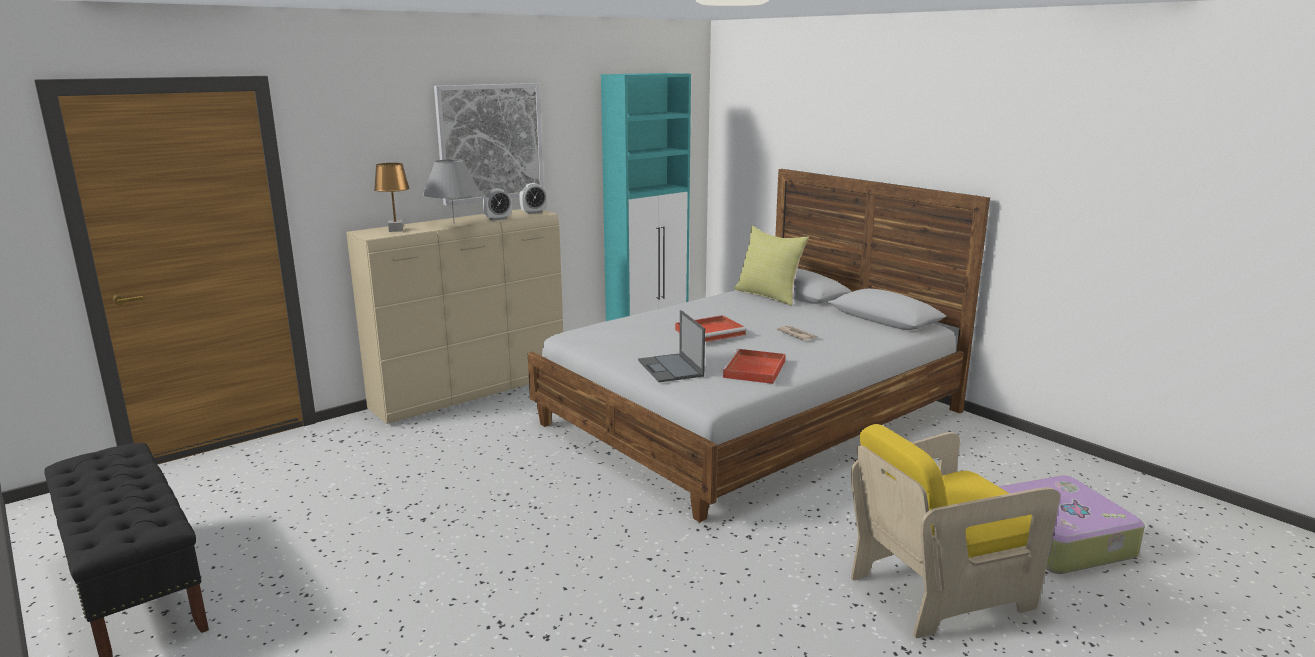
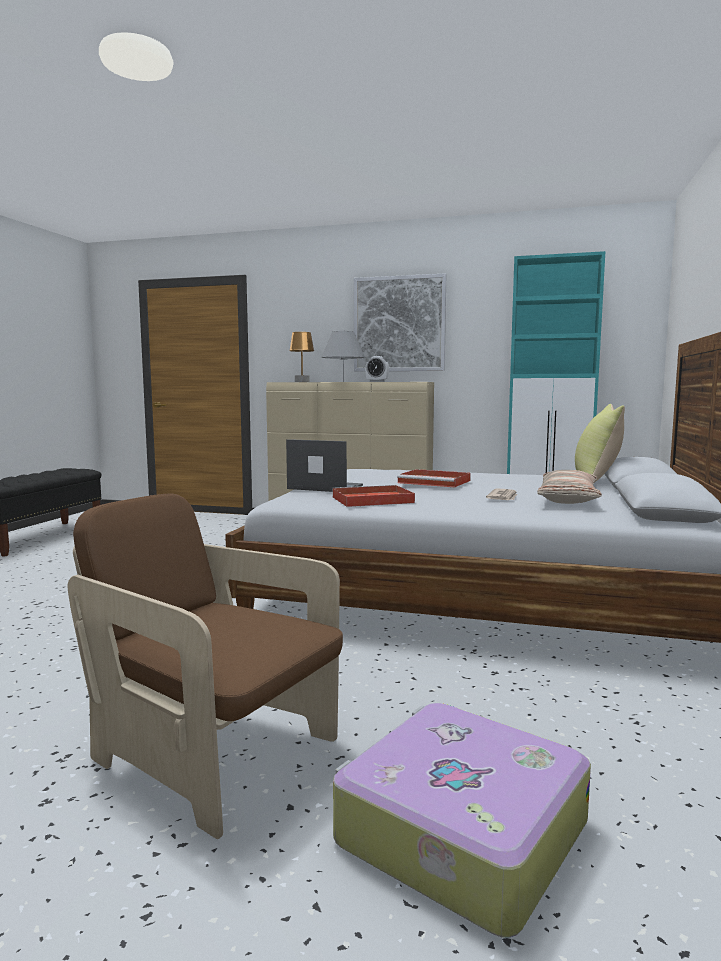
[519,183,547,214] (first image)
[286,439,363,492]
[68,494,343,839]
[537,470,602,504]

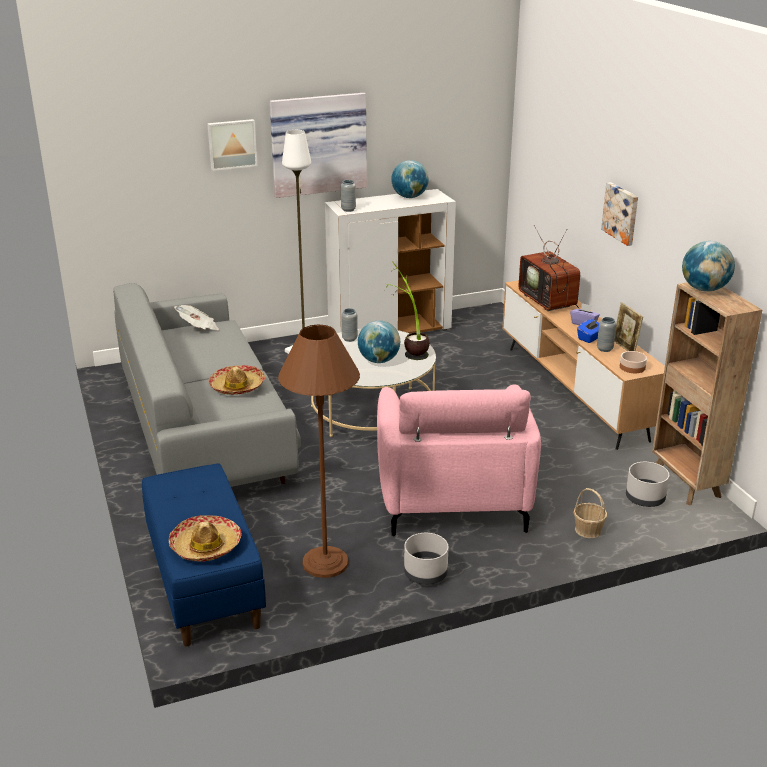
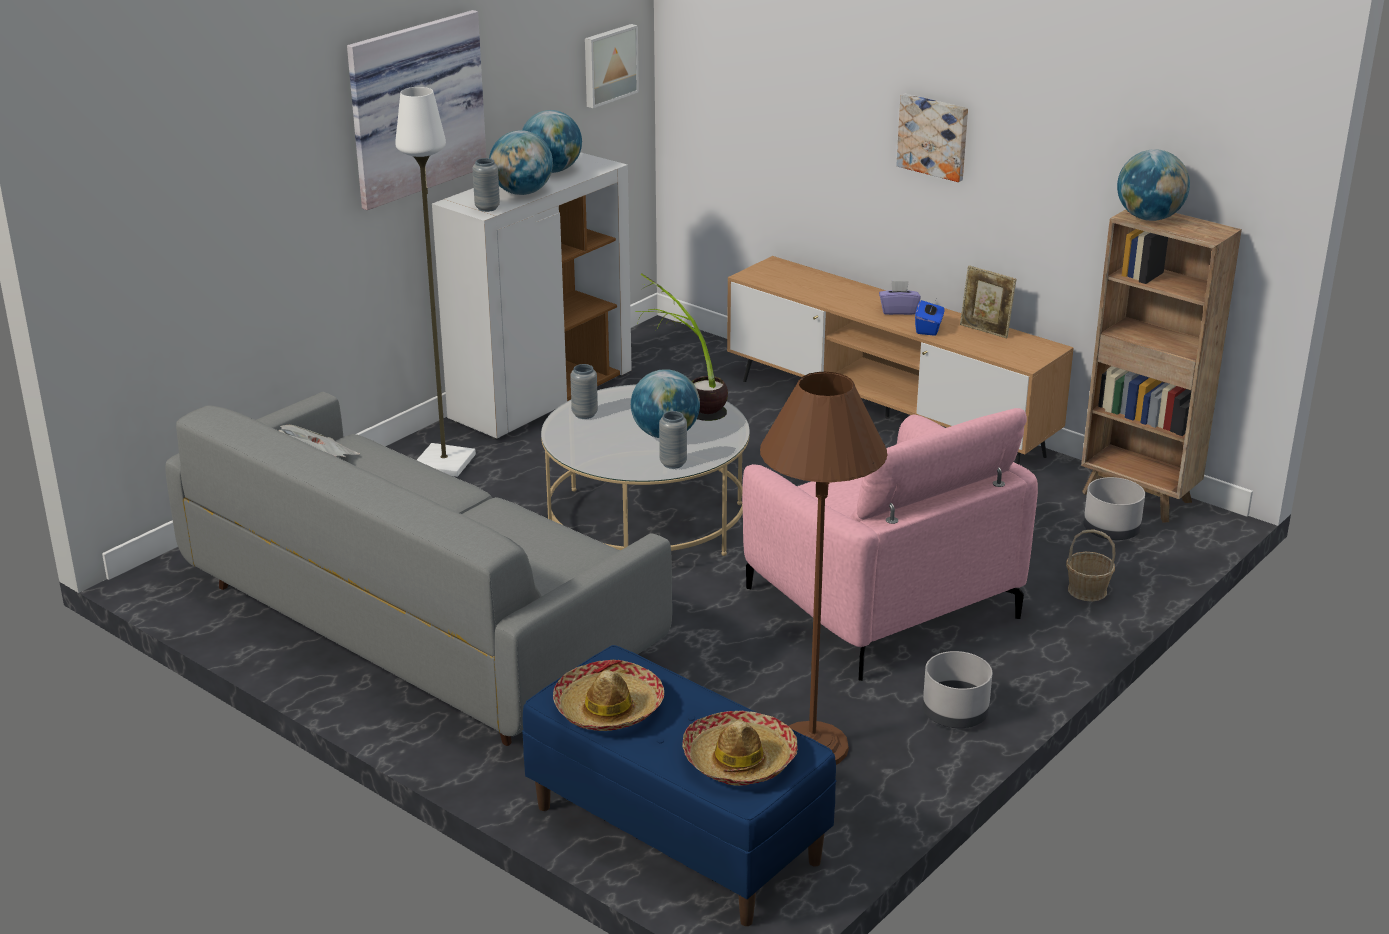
[585,24,639,108]
[553,660,664,731]
[518,225,580,311] (first image)
[659,411,687,469]
[620,351,647,373] (first image)
[489,130,553,195]

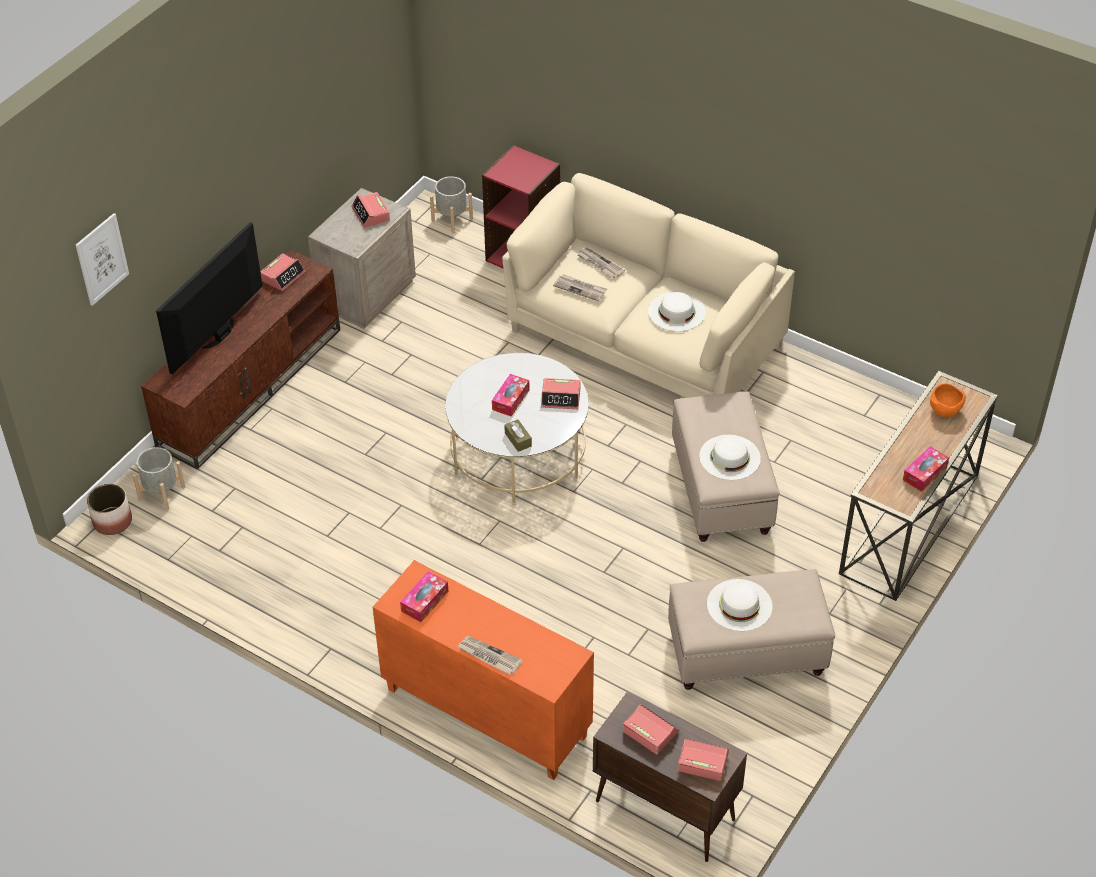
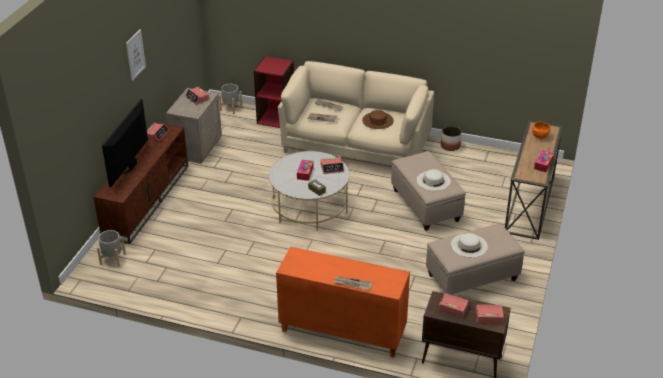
[126,29,146,81]
[441,126,462,151]
[400,571,449,622] (first image)
[362,110,394,129]

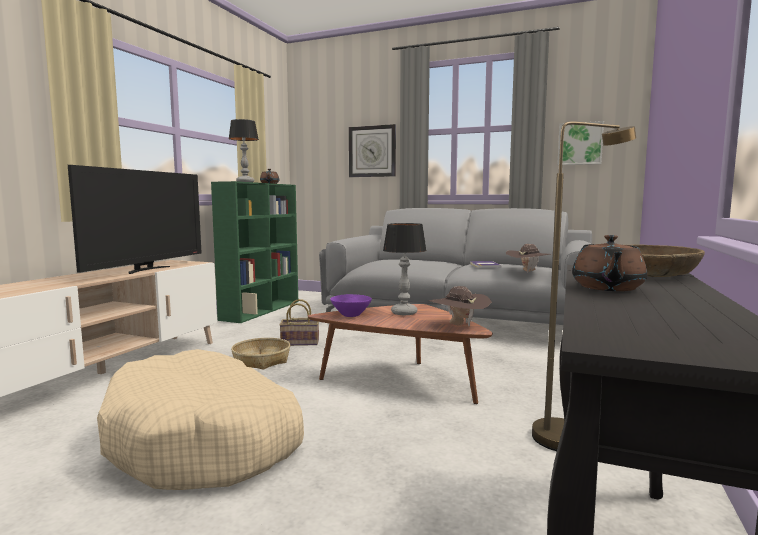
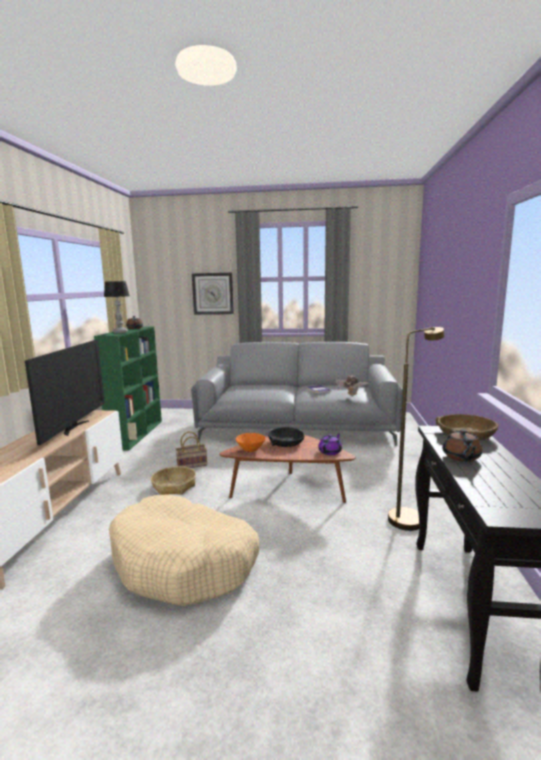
[236,433,266,452]
[268,427,305,447]
[318,433,342,455]
[557,121,604,165] (first image)

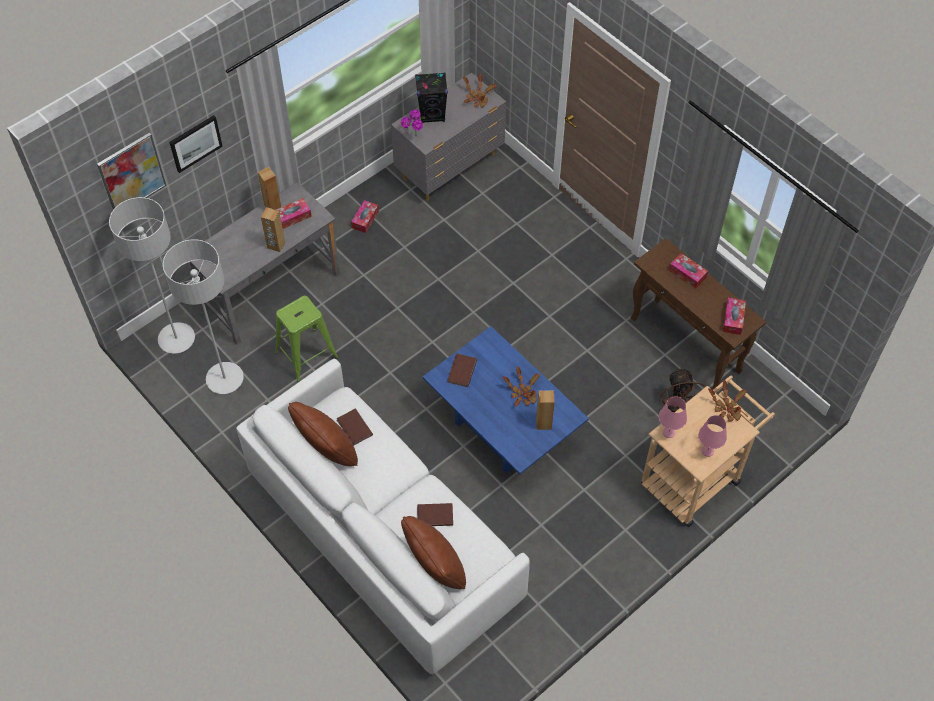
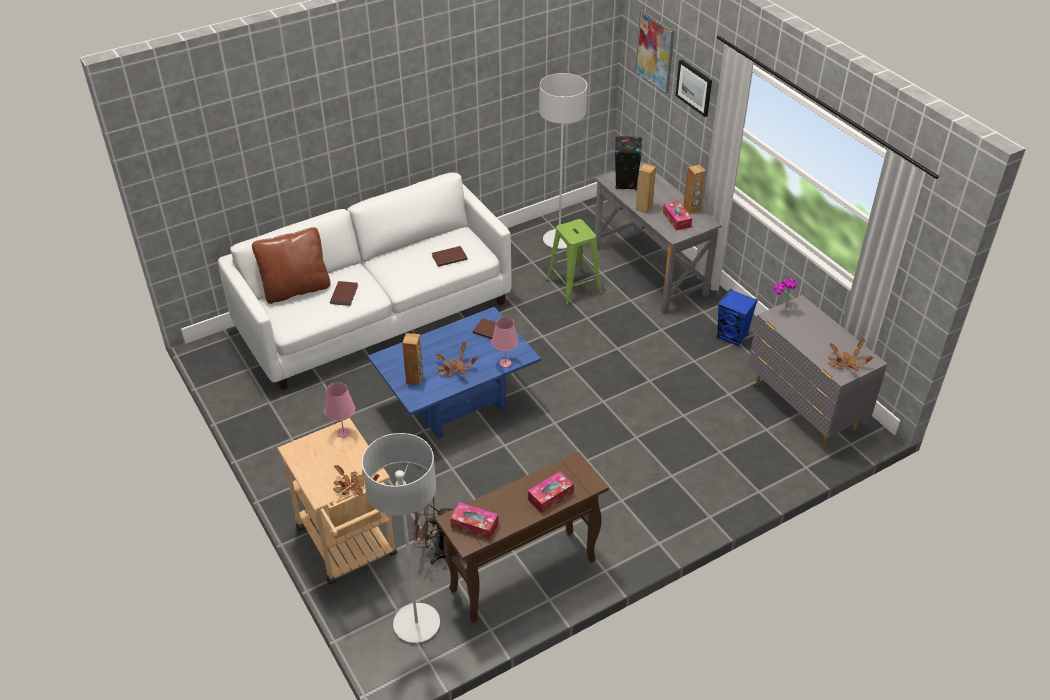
[362,433,440,643]
[288,402,358,466] (first image)
[717,289,758,347]
[615,135,642,190]
[492,317,519,368]

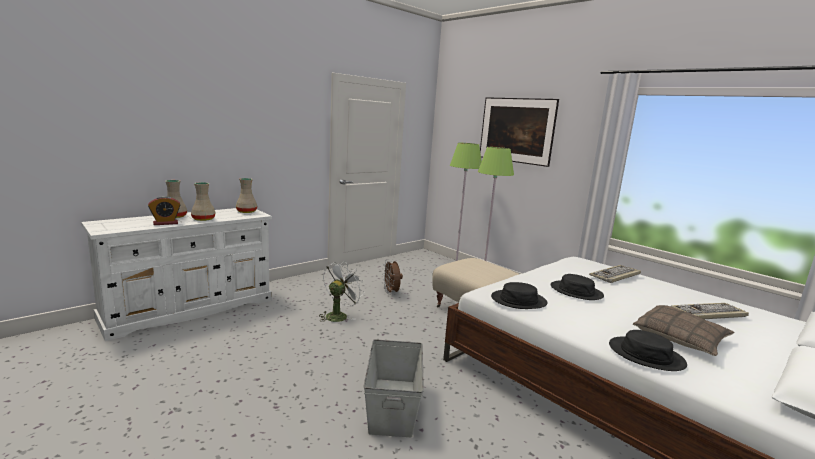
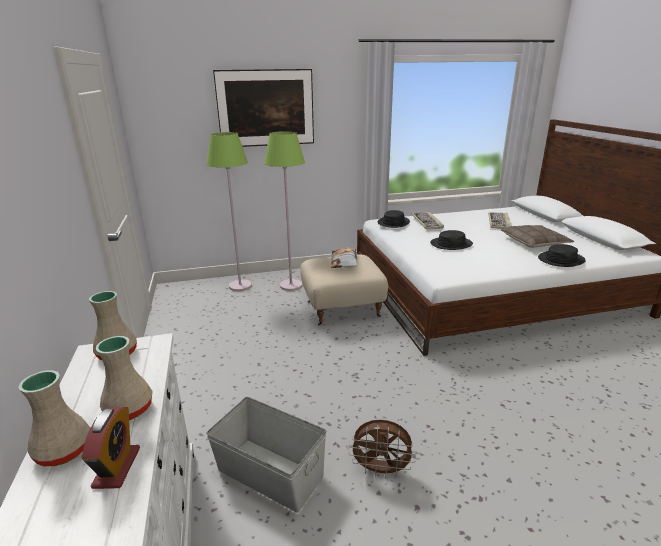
[320,262,365,322] (first image)
[206,397,326,512]
[349,420,416,479]
[378,210,410,228]
[331,248,357,268]

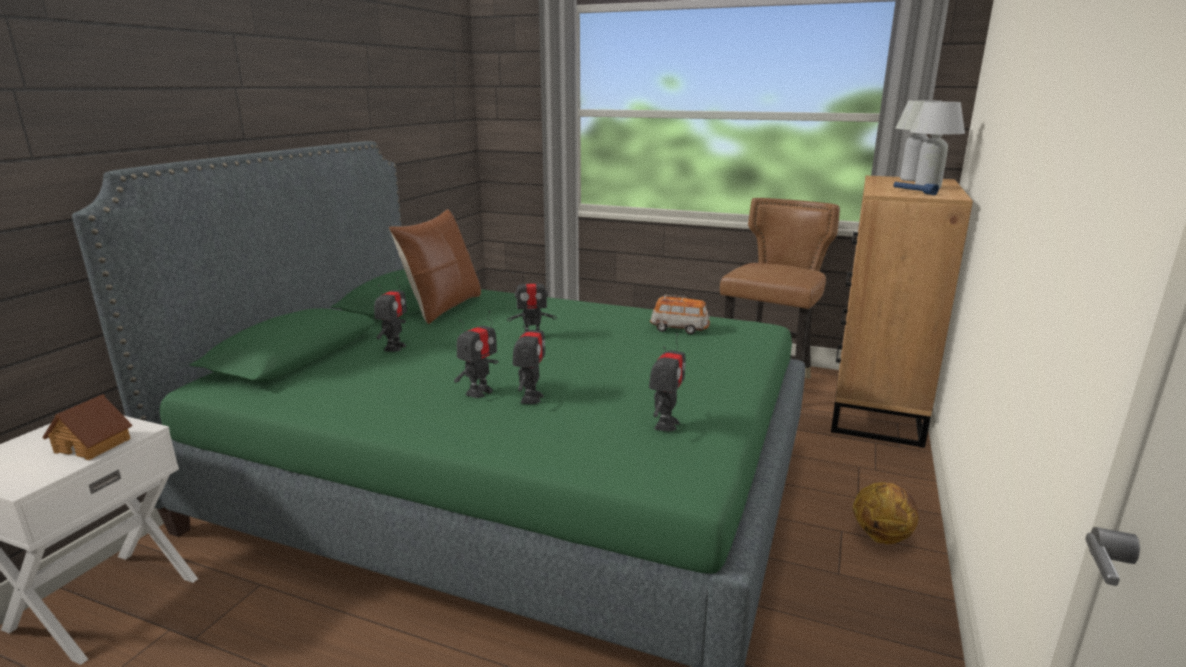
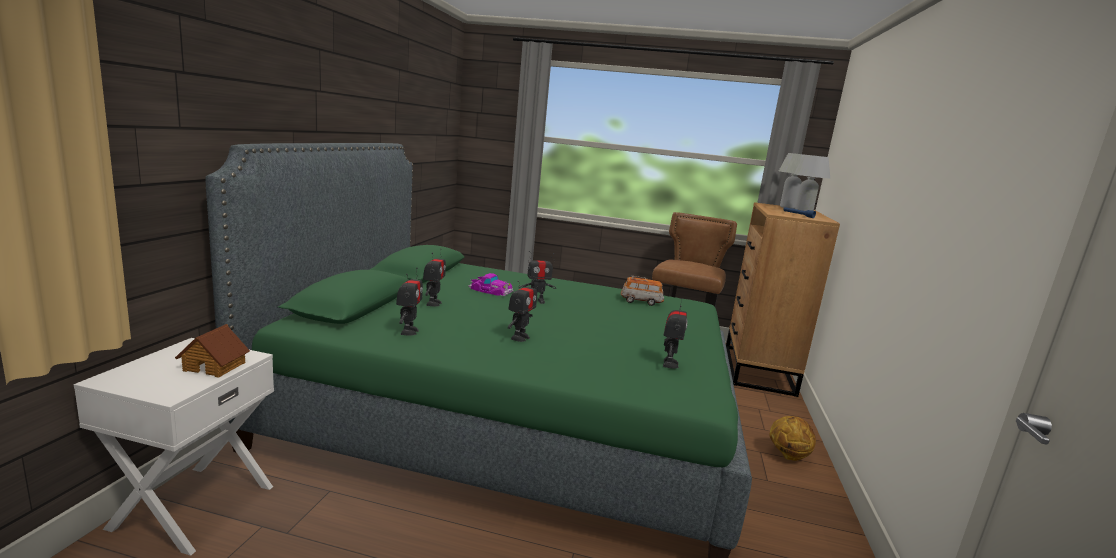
[389,209,481,324] (first image)
[396,267,423,336]
[468,273,514,296]

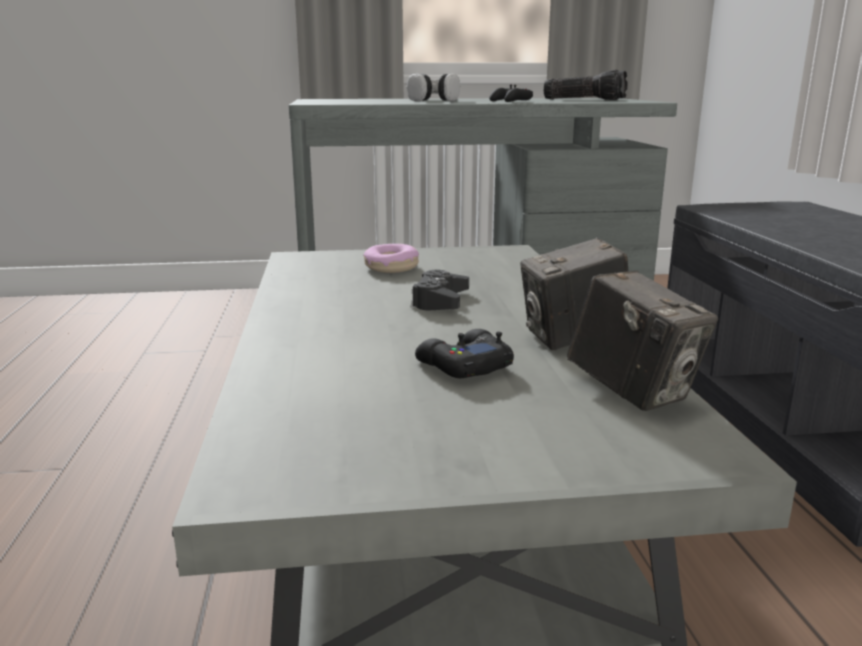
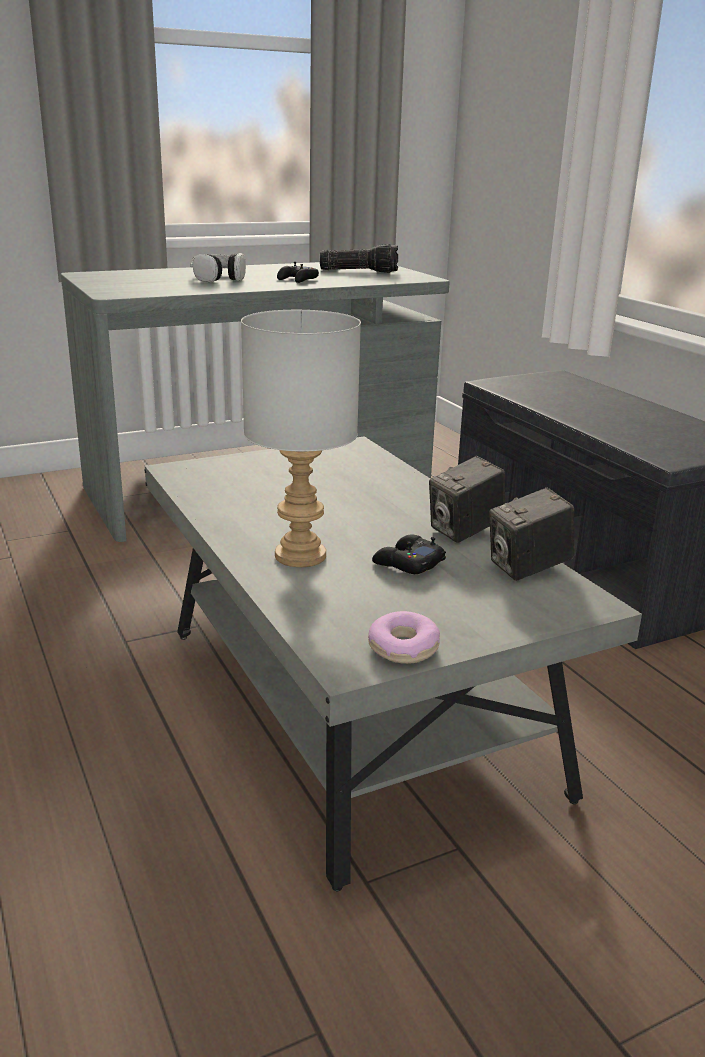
[368,611,440,664]
[411,270,469,310] (first image)
[489,487,574,581]
[241,310,361,567]

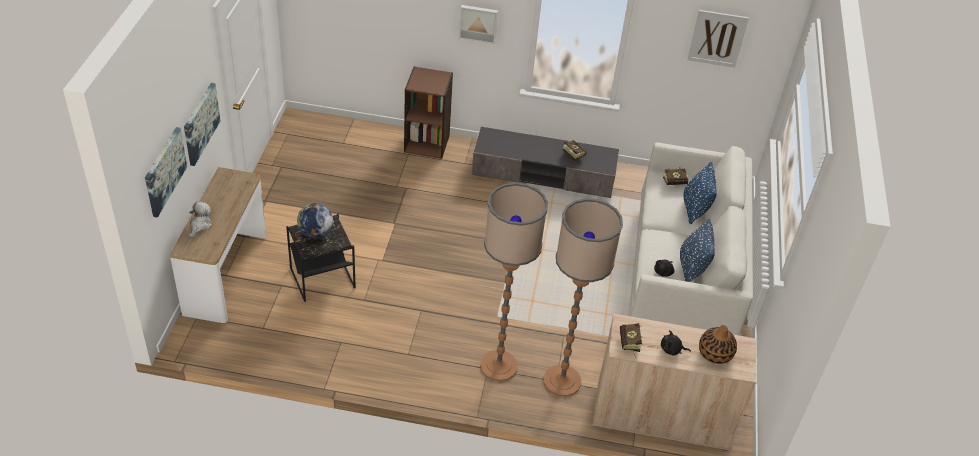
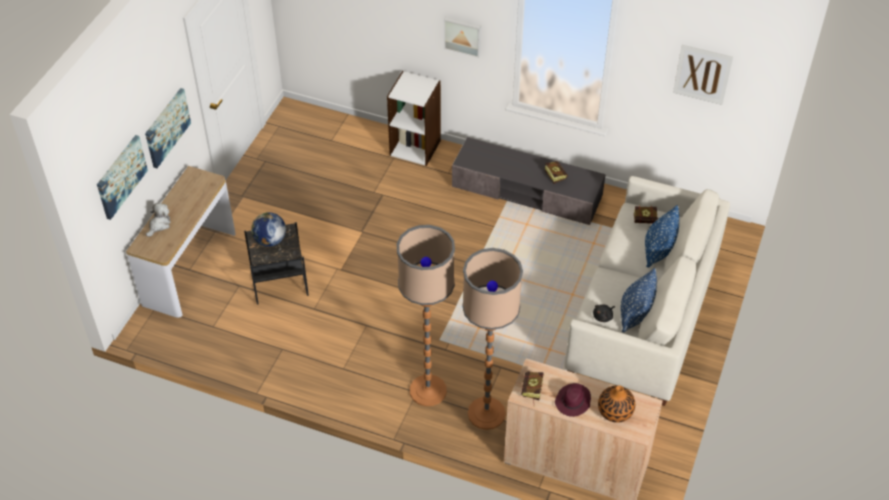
[387,71,441,166]
[555,383,591,417]

